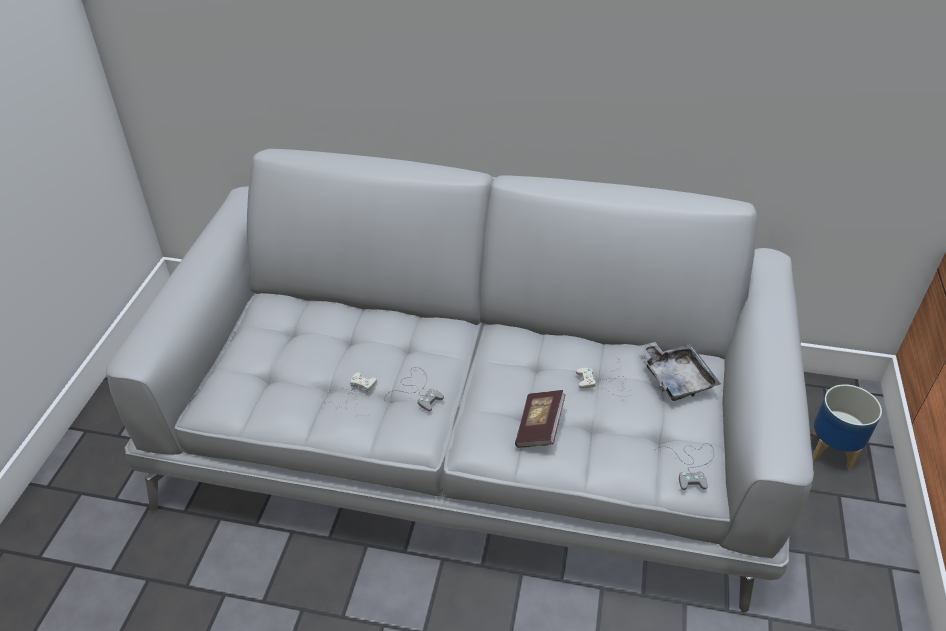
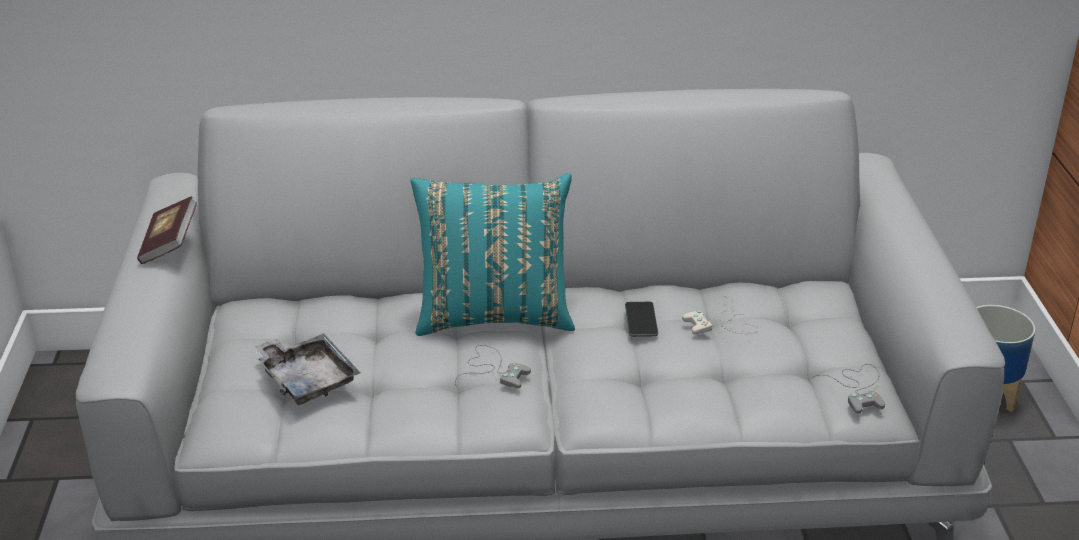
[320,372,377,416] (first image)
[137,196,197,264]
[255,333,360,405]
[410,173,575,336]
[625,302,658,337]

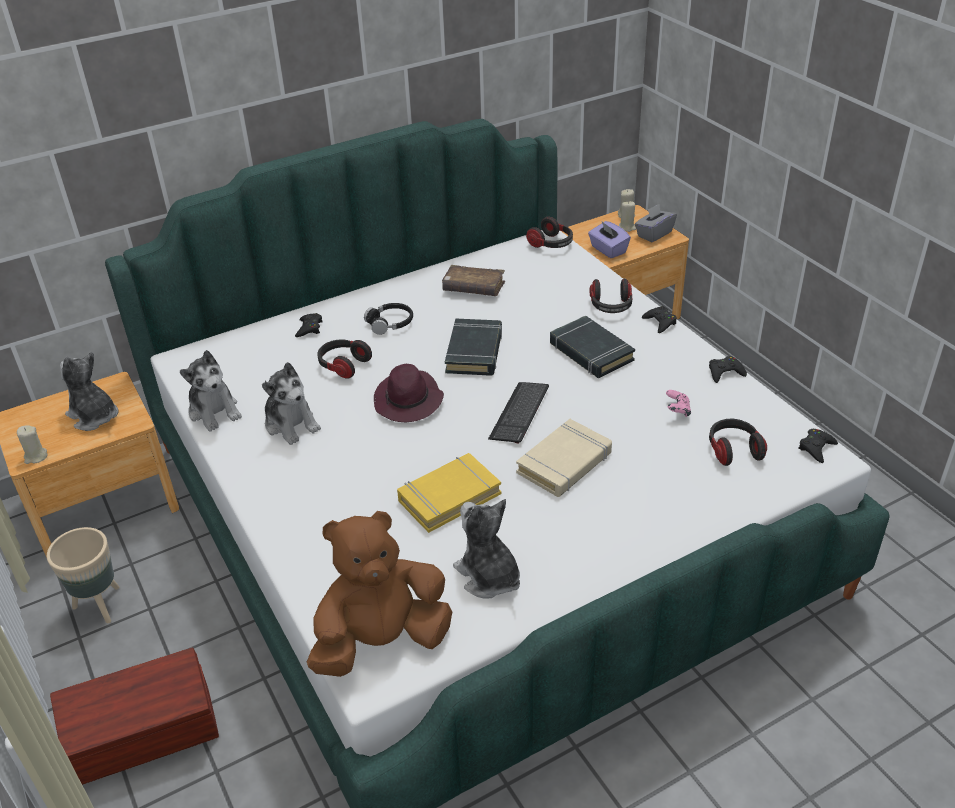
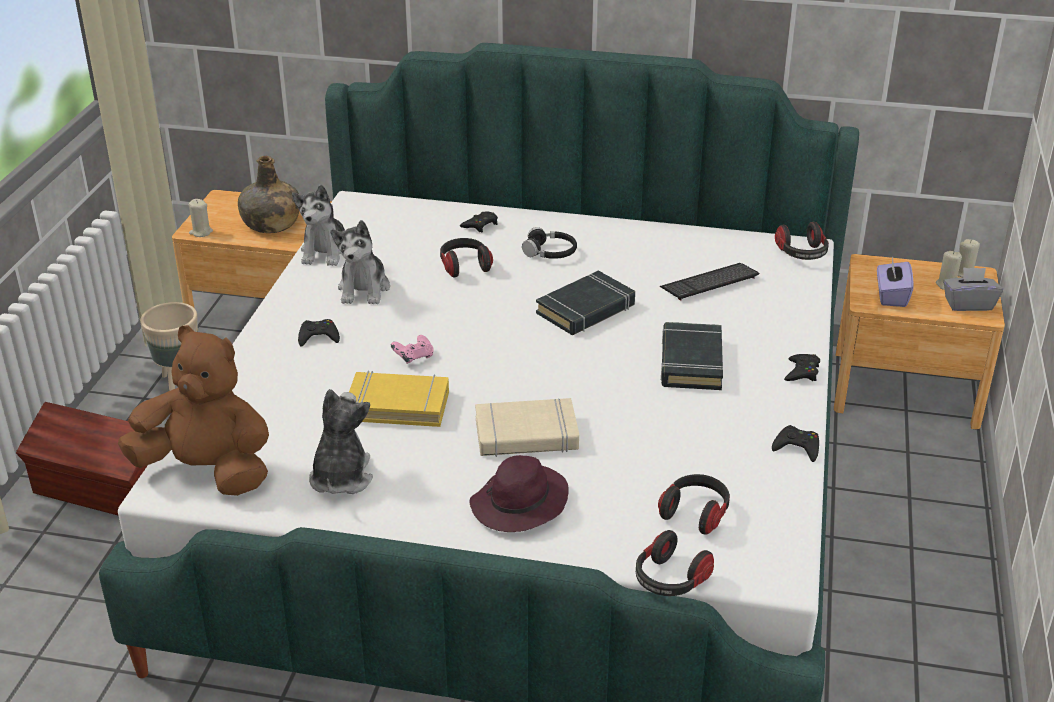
[238,156,300,233]
[469,455,569,532]
[442,265,505,296] (first image)
[660,263,759,301]
[636,530,714,596]
[391,335,434,364]
[298,319,340,347]

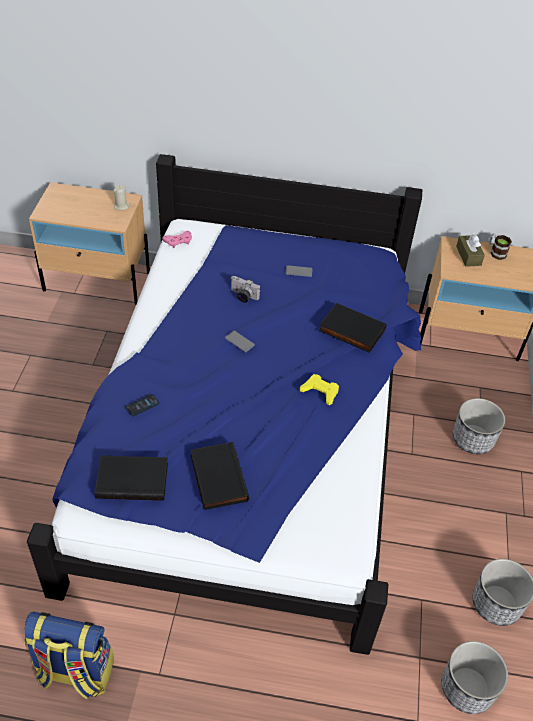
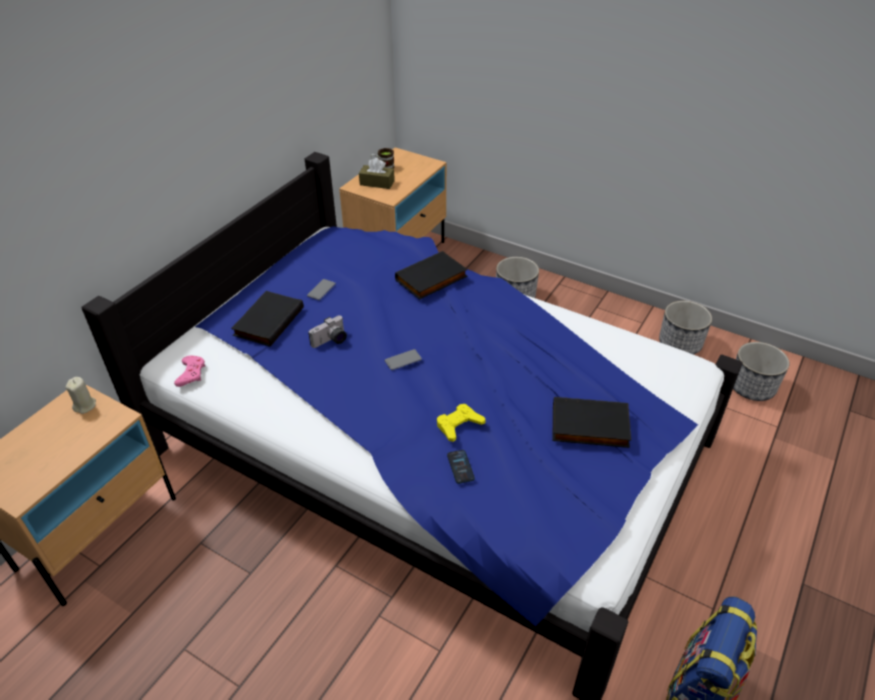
[231,291,304,347]
[437,404,485,442]

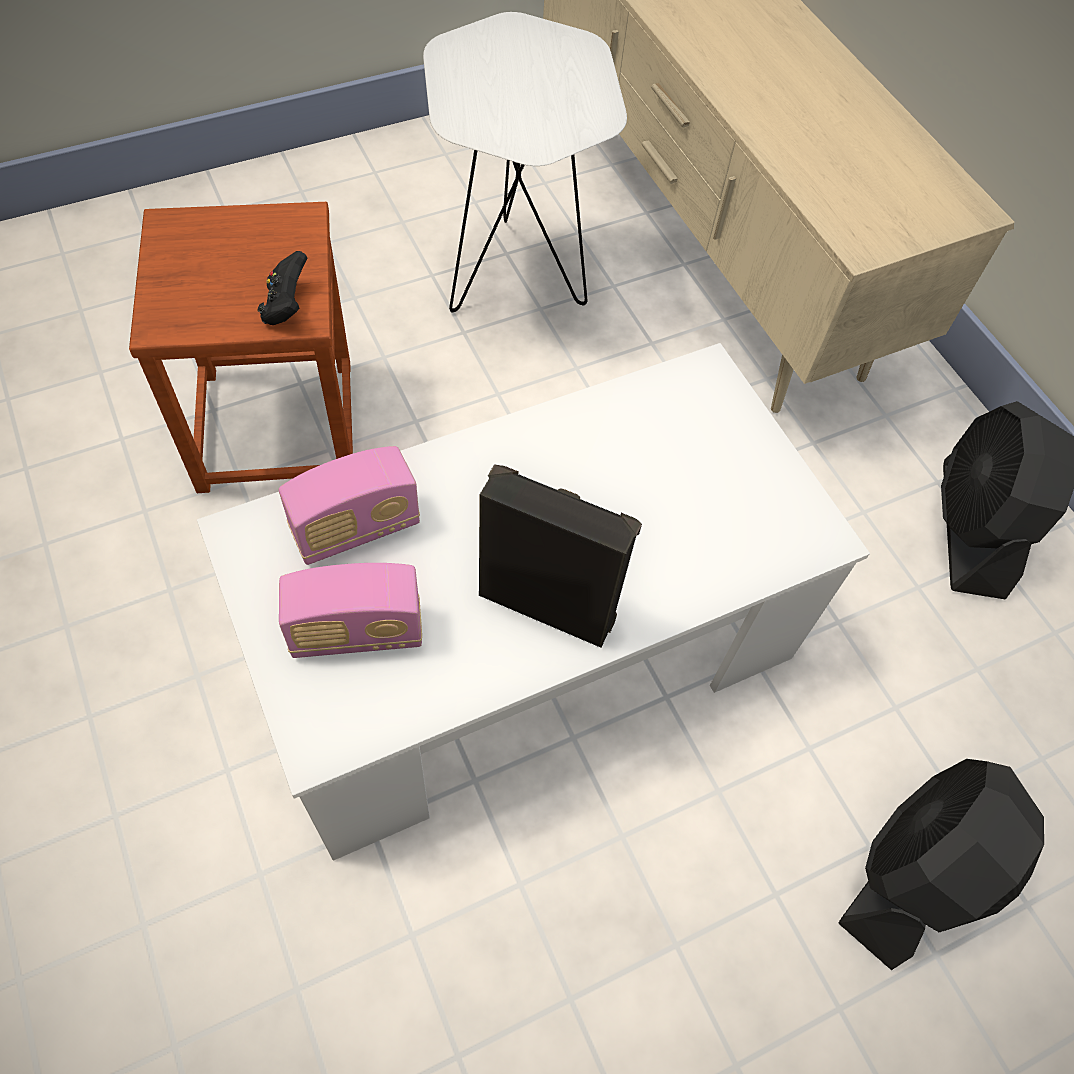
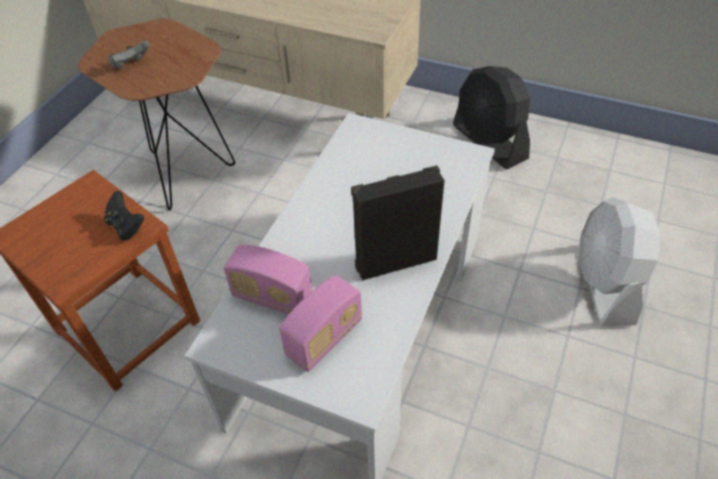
[224,245,313,314]
[78,19,235,210]
[579,197,660,325]
[109,40,150,69]

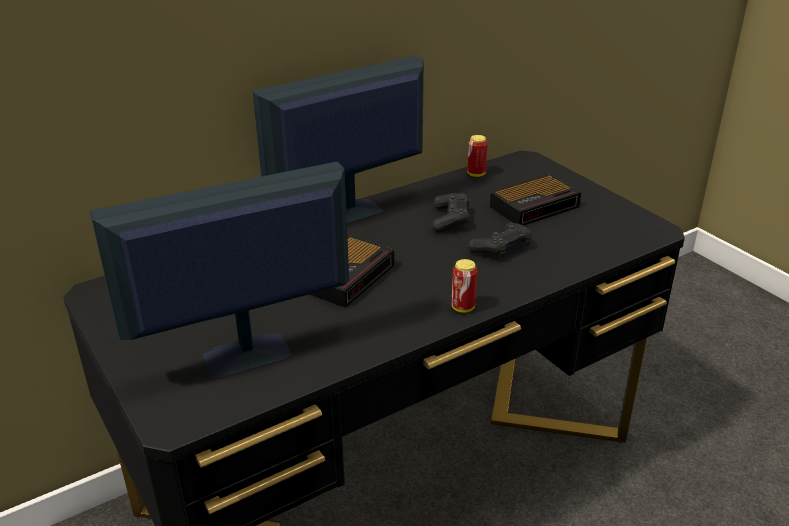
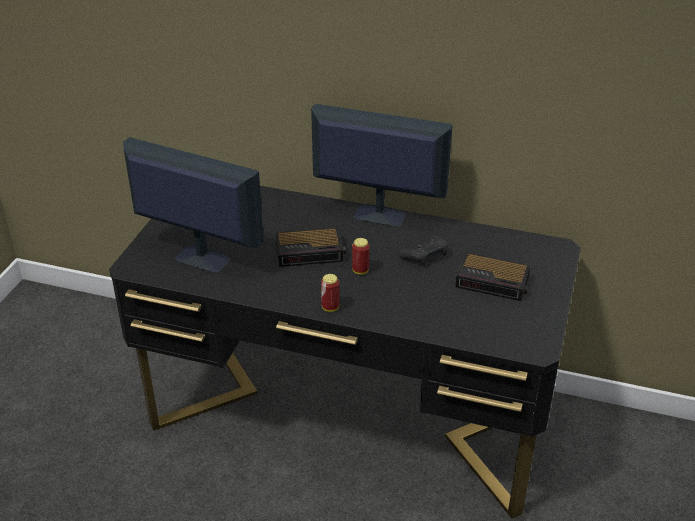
[352,238,369,275]
[468,223,532,258] (first image)

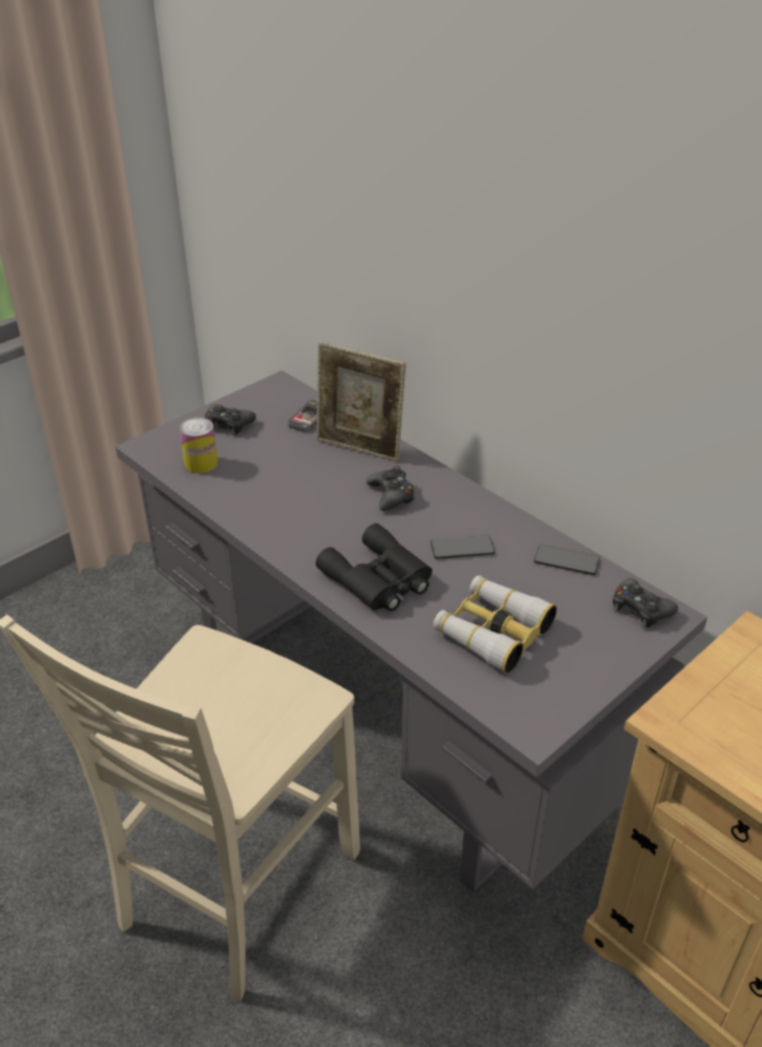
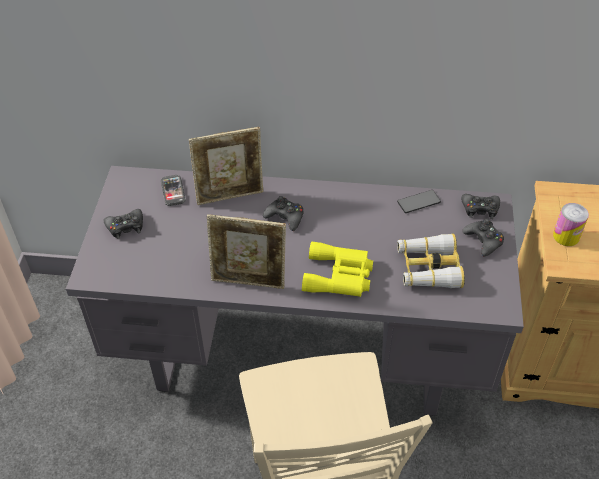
[553,203,589,246]
[302,241,373,297]
[430,535,495,559] (first image)
[207,214,286,289]
[462,219,504,256]

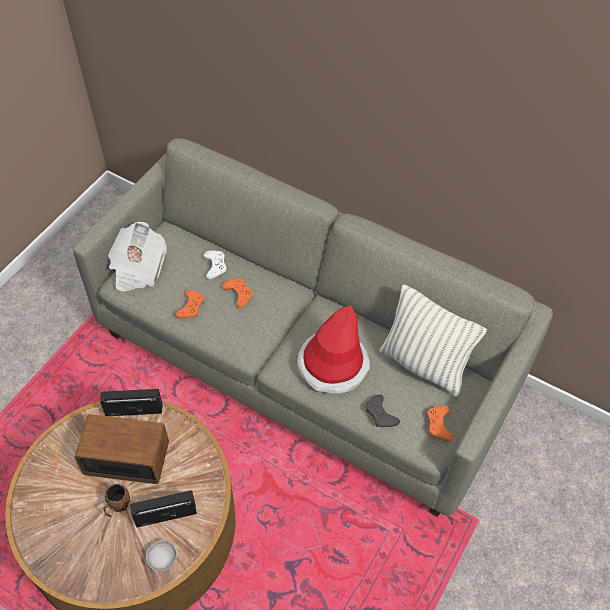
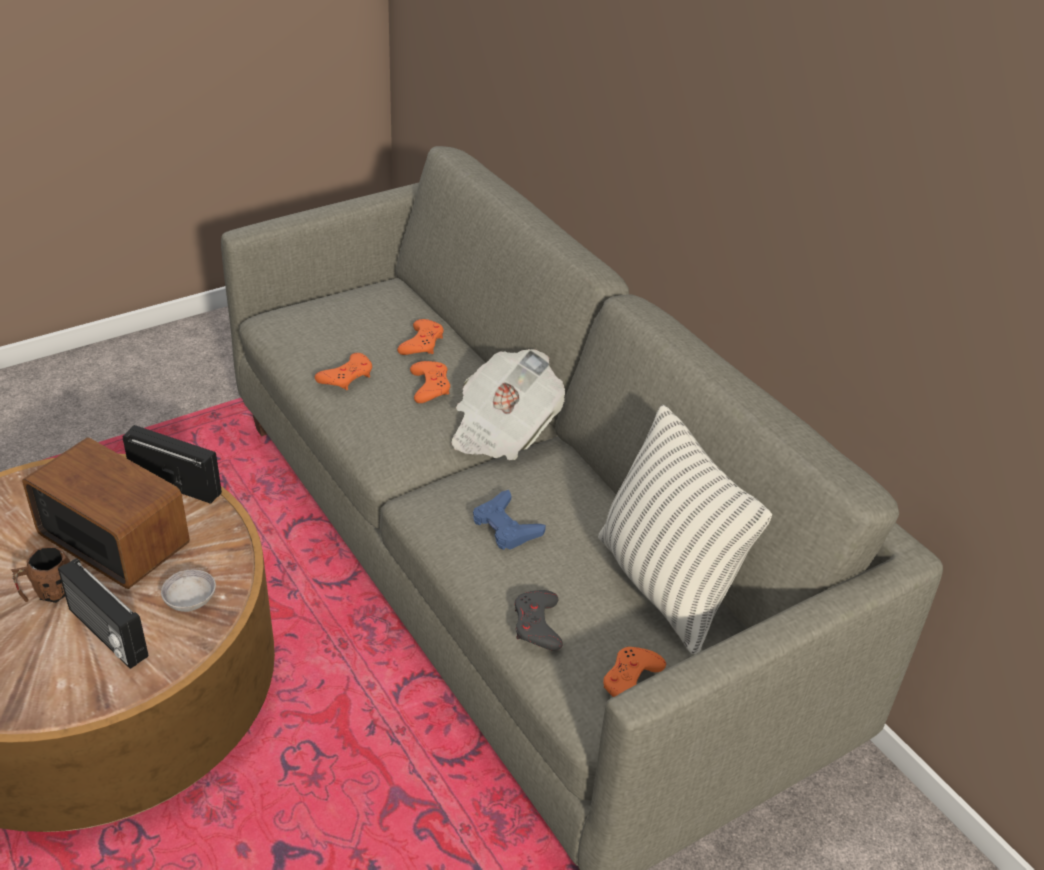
[451,349,565,460]
[58,558,148,669]
[161,569,216,612]
[397,319,444,355]
[473,490,546,550]

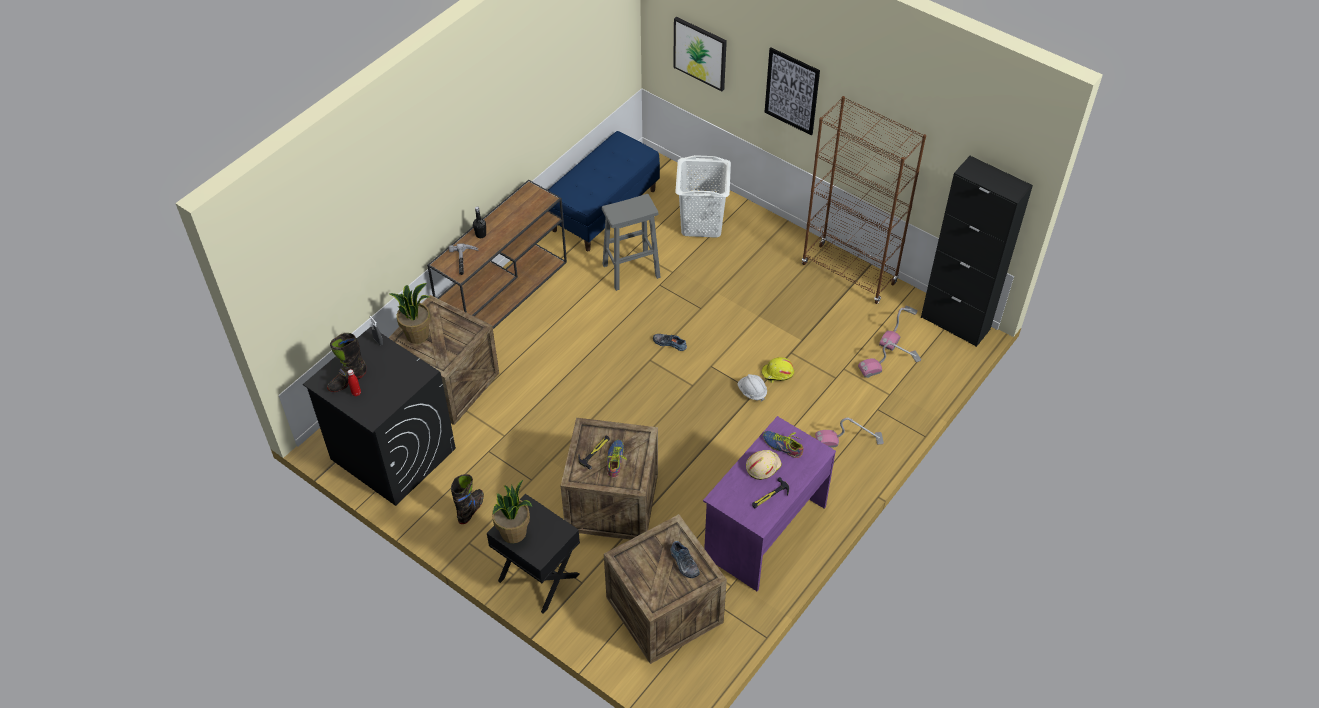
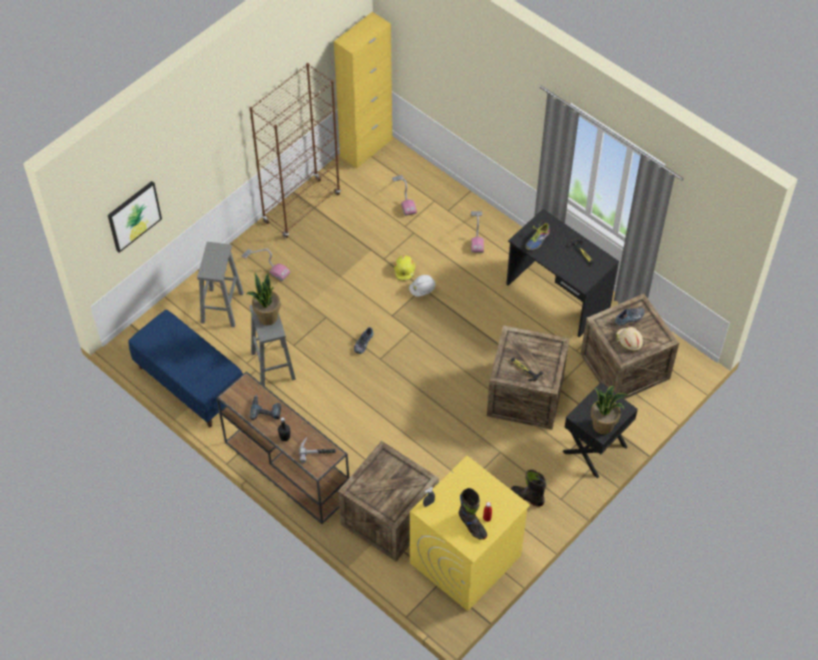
[410,456,530,611]
[246,273,281,325]
[605,439,627,478] (first image)
[197,242,244,327]
[506,209,619,337]
[616,327,643,351]
[765,48,820,135] (first image)
[242,248,290,281]
[334,12,392,168]
[250,395,281,420]

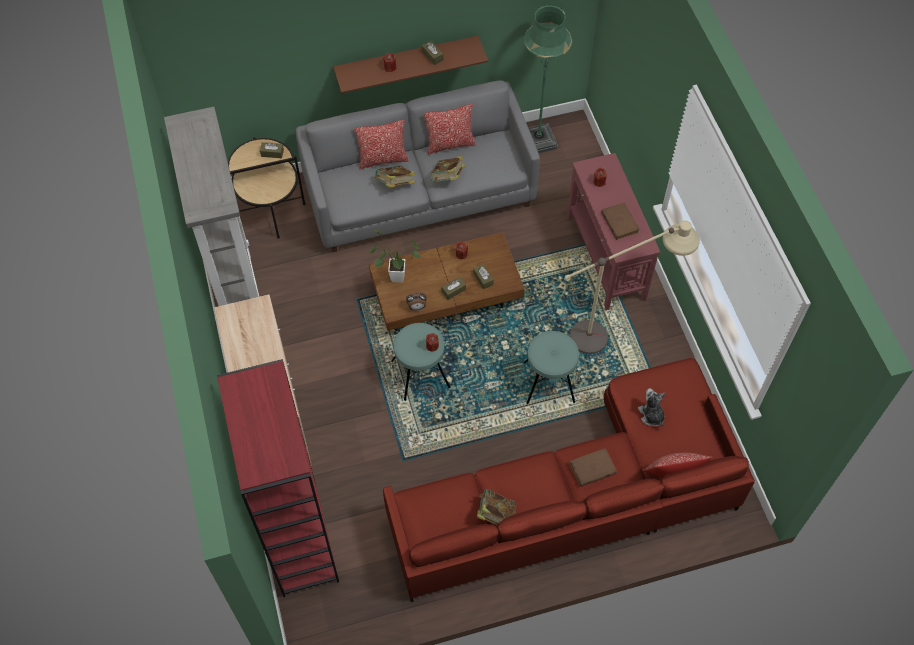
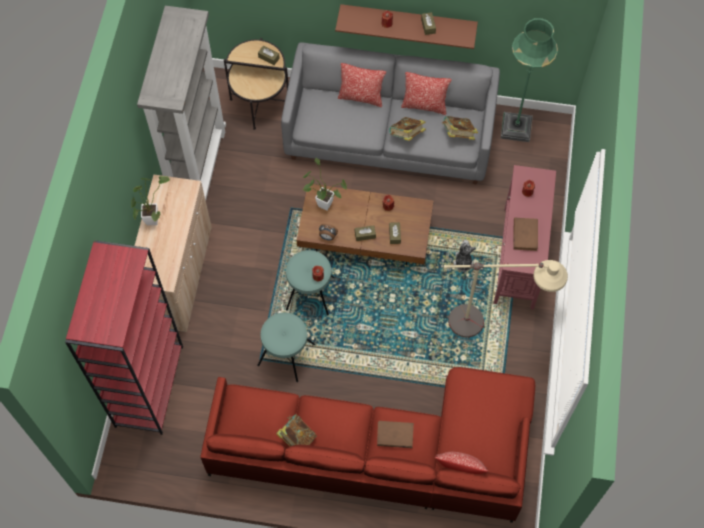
[441,116,478,140]
[257,313,316,382]
[453,240,476,273]
[131,176,170,225]

